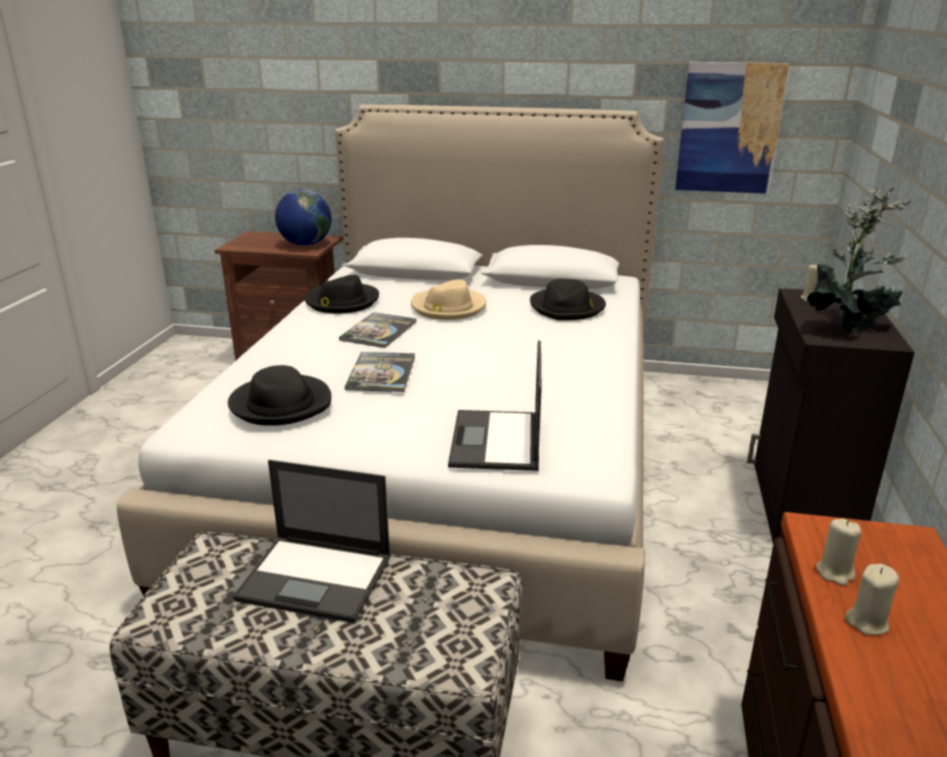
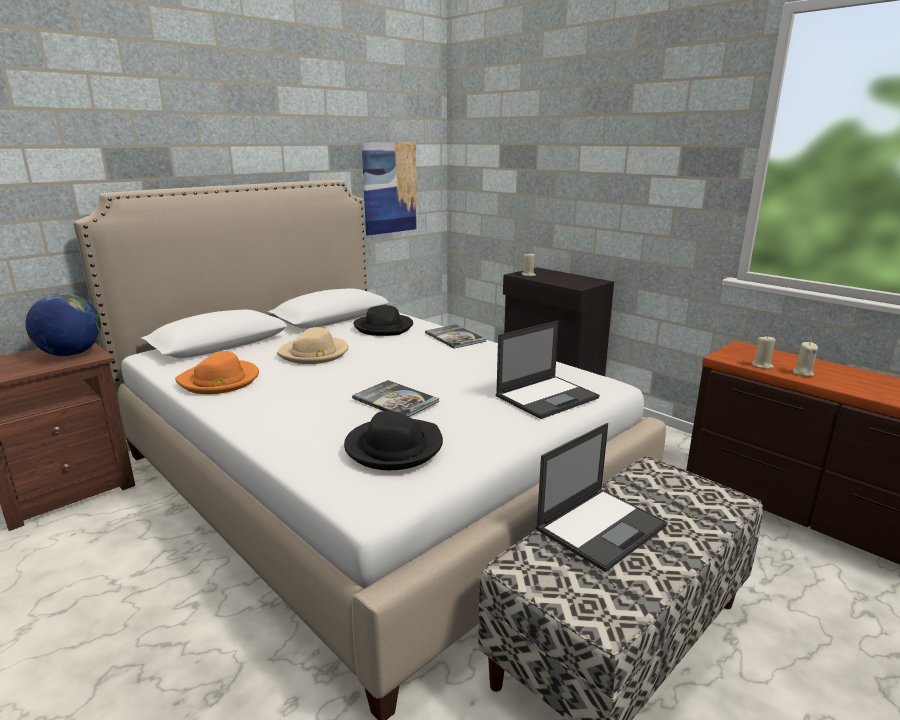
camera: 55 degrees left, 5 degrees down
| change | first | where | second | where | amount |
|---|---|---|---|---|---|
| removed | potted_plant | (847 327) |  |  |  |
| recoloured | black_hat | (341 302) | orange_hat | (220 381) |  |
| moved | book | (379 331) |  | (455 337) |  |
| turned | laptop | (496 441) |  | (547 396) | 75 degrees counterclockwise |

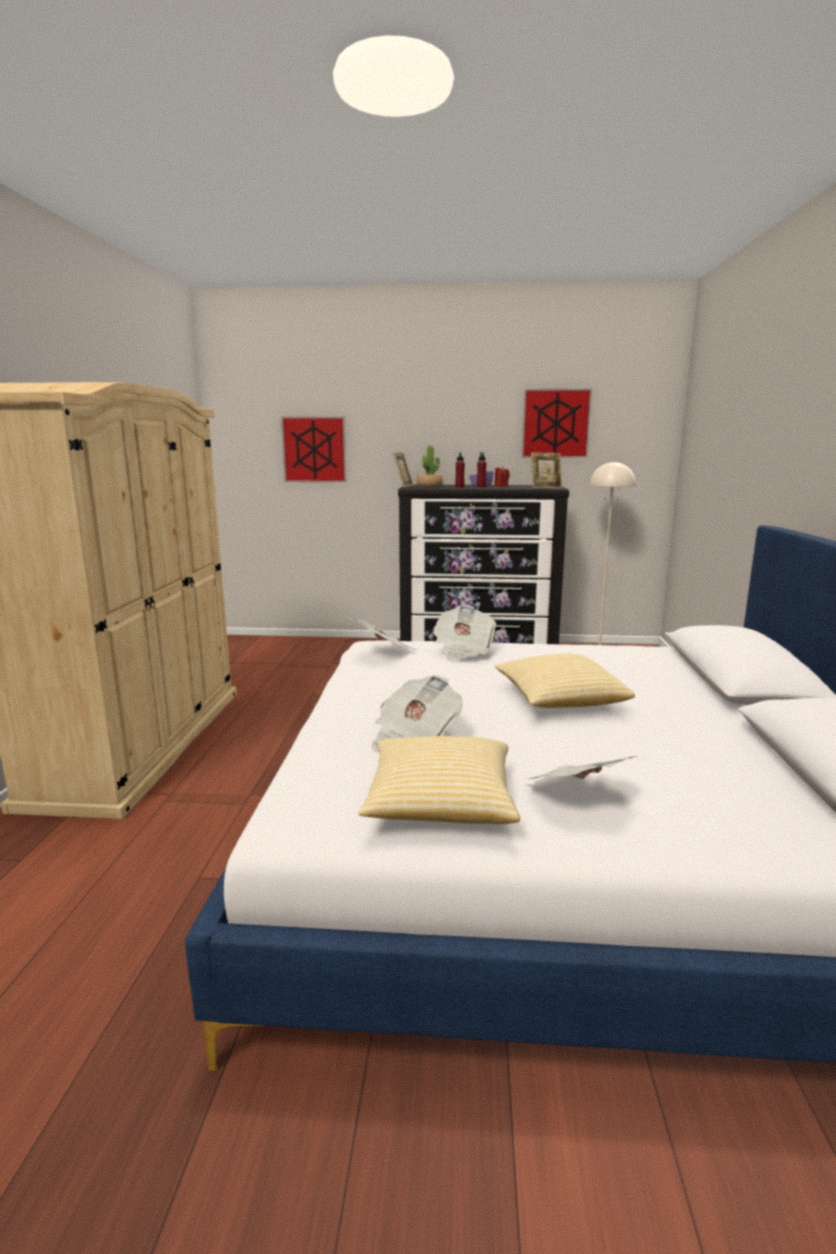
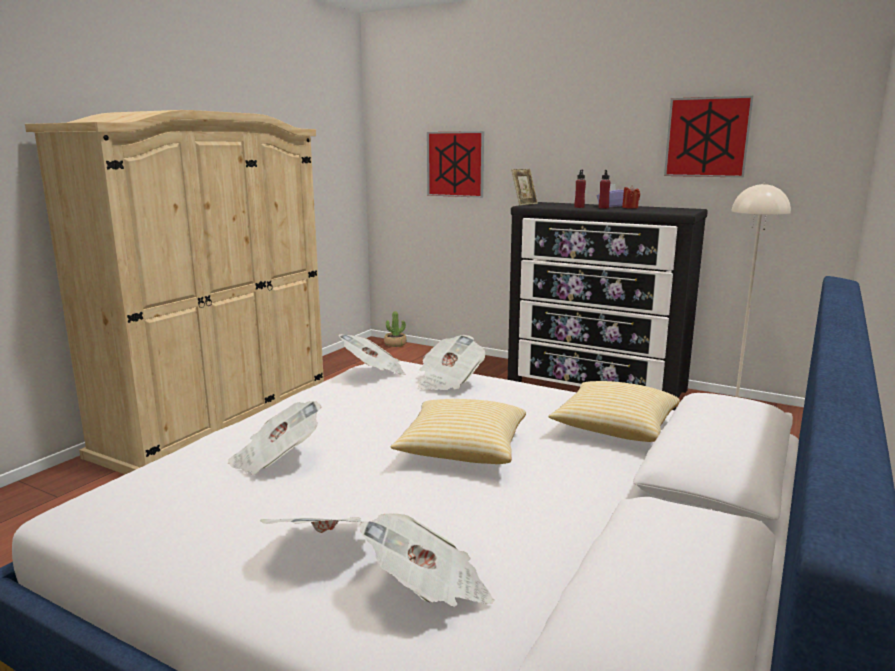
camera: 25 degrees right, 0 degrees up
| change | first | where | second | where | amount |
|---|---|---|---|---|---|
| moved | potted_plant | (430 486) |  | (395 344) |  |
| removed | picture_frame | (545 488) |  |  |  |
| moved | pillow | (440 803) |  | (615 428) |  |
| added |  |  | newspaper | (429 590) |  |

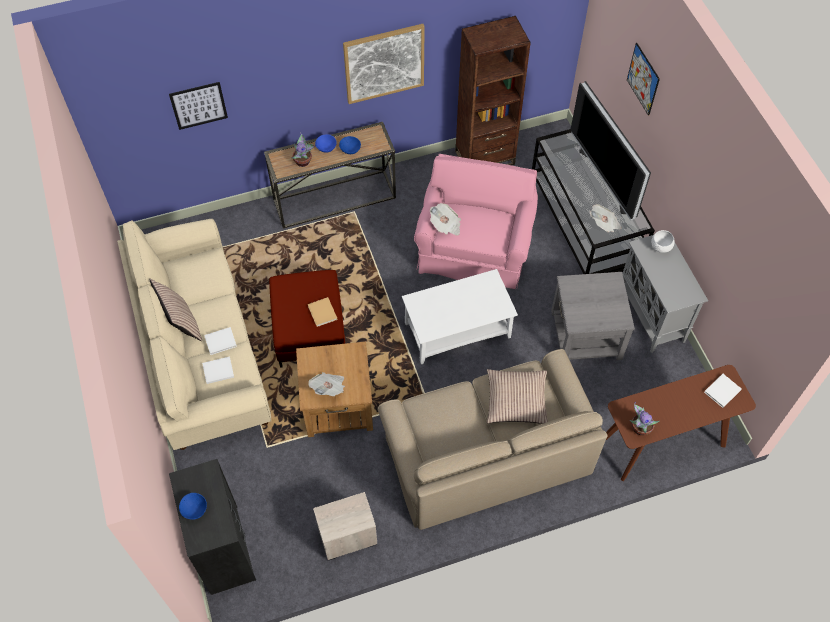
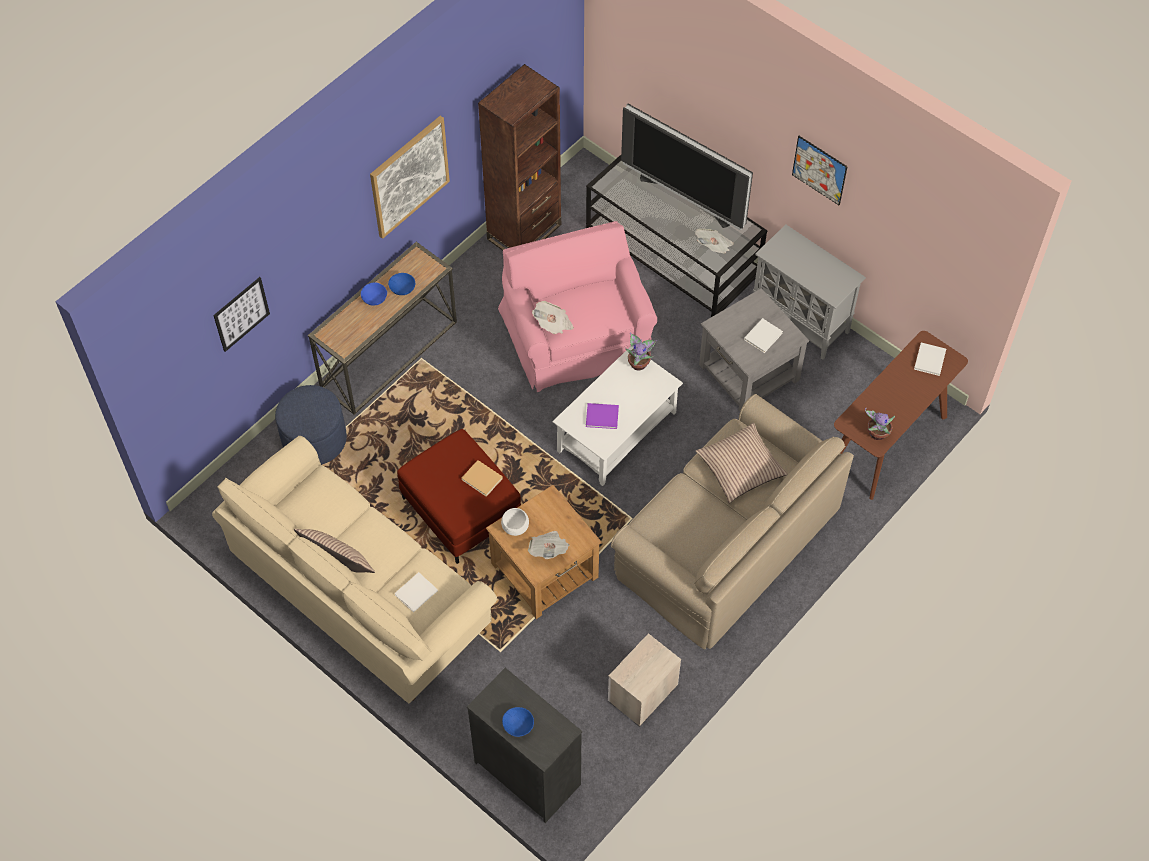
camera: 30 degrees left, 0 degrees up
| change | first | where | second | where | amount |
|---|---|---|---|---|---|
| moved | picture | (643 79) |  | (819 170) |  |
| moved | potted_plant | (303 161) |  | (639 363) |  |
| moved | white_bowl | (661 248) |  | (516 528) |  |
| moved | white_book | (221 341) |  | (763 335) |  |
| added |  |  | blue_ottoman | (314 439) |  |
| added |  |  | purple_book | (603 417) |  |

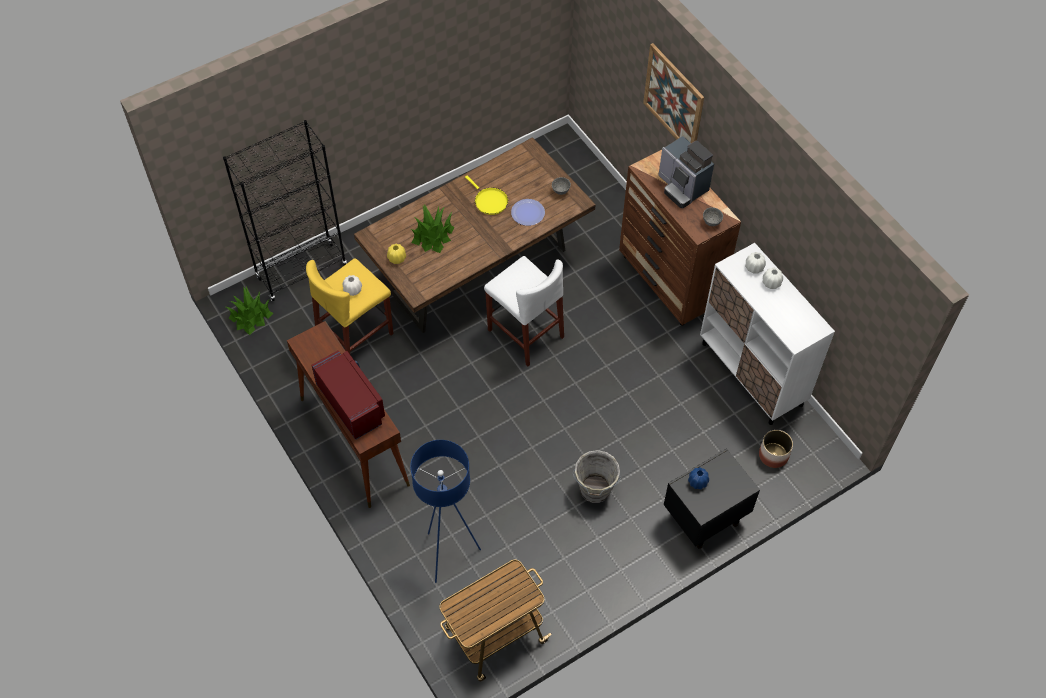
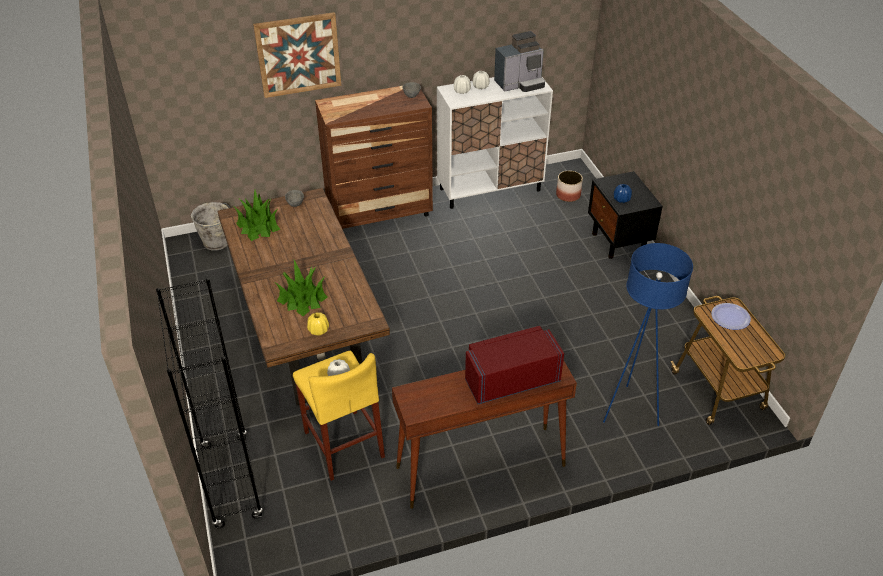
camera: 75 degrees left, 15 degrees down
| change | first | where | second | where | amount |
|---|---|---|---|---|---|
| moved | coffee_machine | (682 187) |  | (520 84) |  |
| removed | yellow_frying_pan | (489 201) |  |  |  |
| moved | plate | (528 213) |  | (730 317) |  |
| removed | white_stool | (525 333) |  |  |  |
| moved | potted_plant | (250 316) |  | (258 226) |  |
| moved | grey_bucket | (594 490) |  | (217 242) |  |

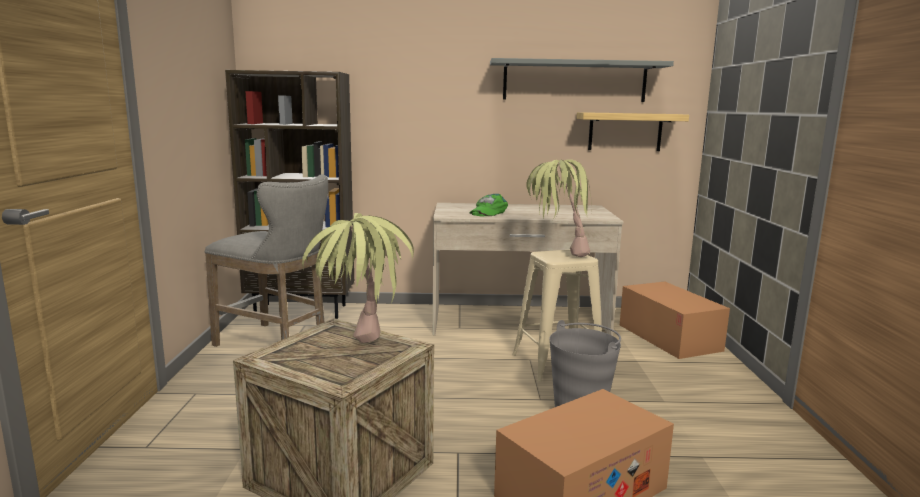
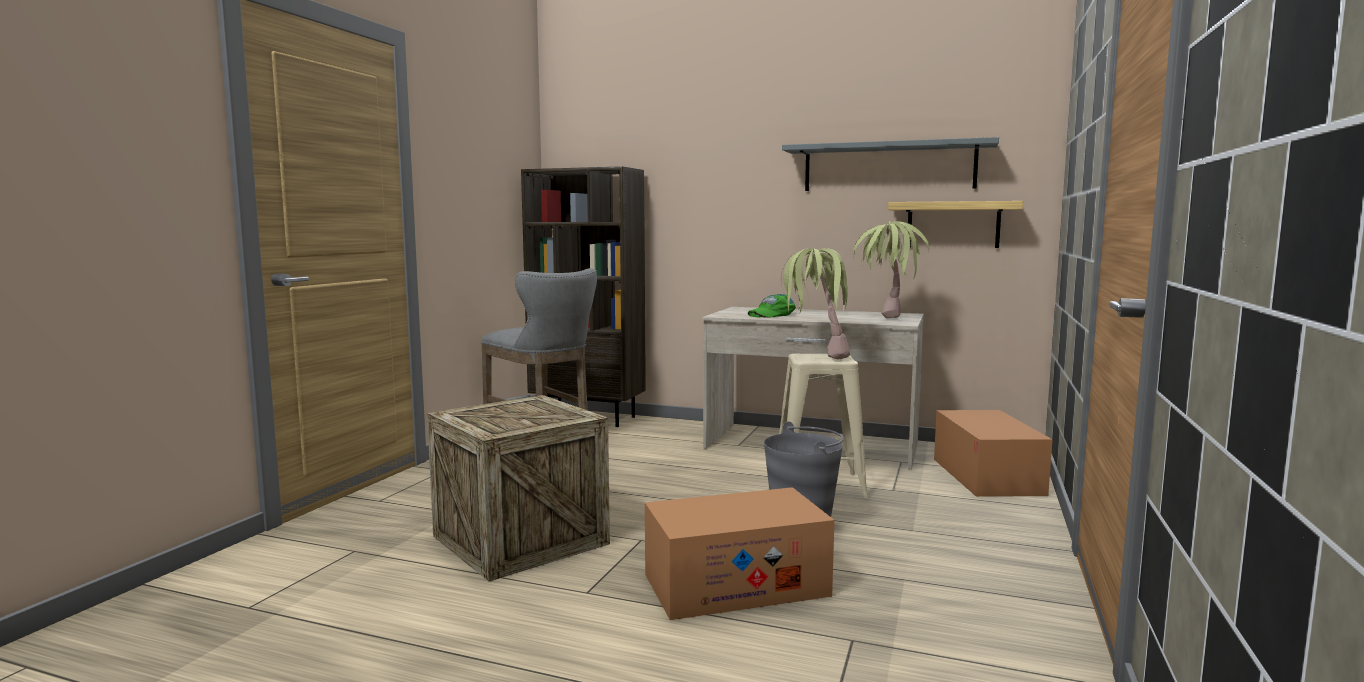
camera: 20 degrees right, 5 degrees down
| change | first | where | second | where | amount |
|---|---|---|---|---|---|
| moved | potted_plant | (359 353) |  | (887 320) |  |

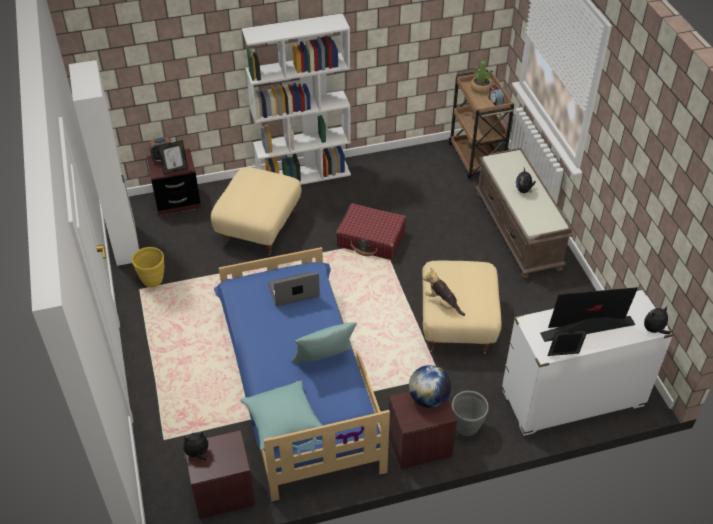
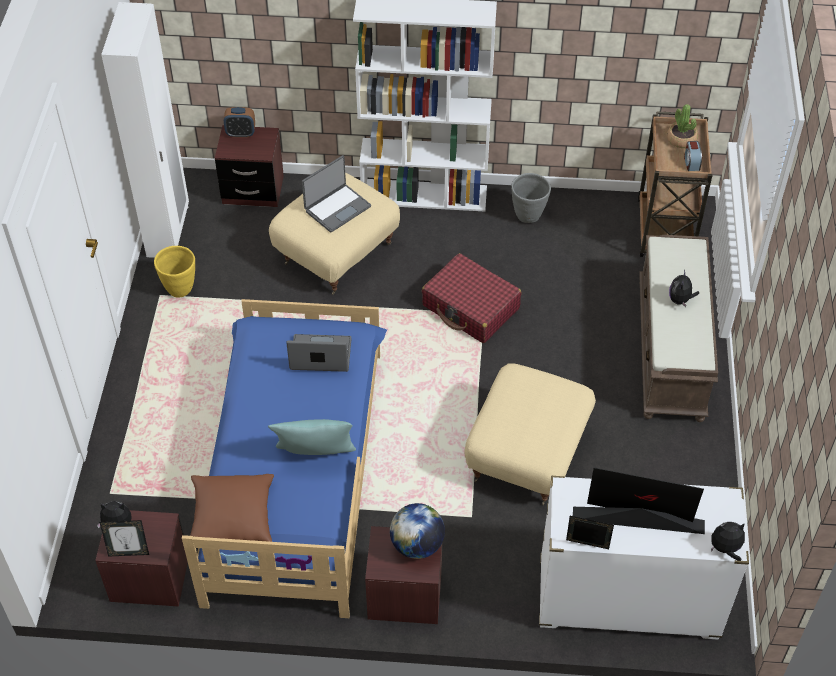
camera: 20 degrees right, 5 degrees up
| change | first | where | second | where | amount |
|---|---|---|---|---|---|
| moved | picture_frame | (175 170) |  | (129 552) |  |
| removed | plush_toy | (442 303) |  |  |  |
| recoloured | turquoise_pillow | (282 421) | brown_pillow | (232 517) |  |
| moved | grey_planter | (467 427) |  | (528 215) |  |
| added |  |  | laptop | (337 208) |  |

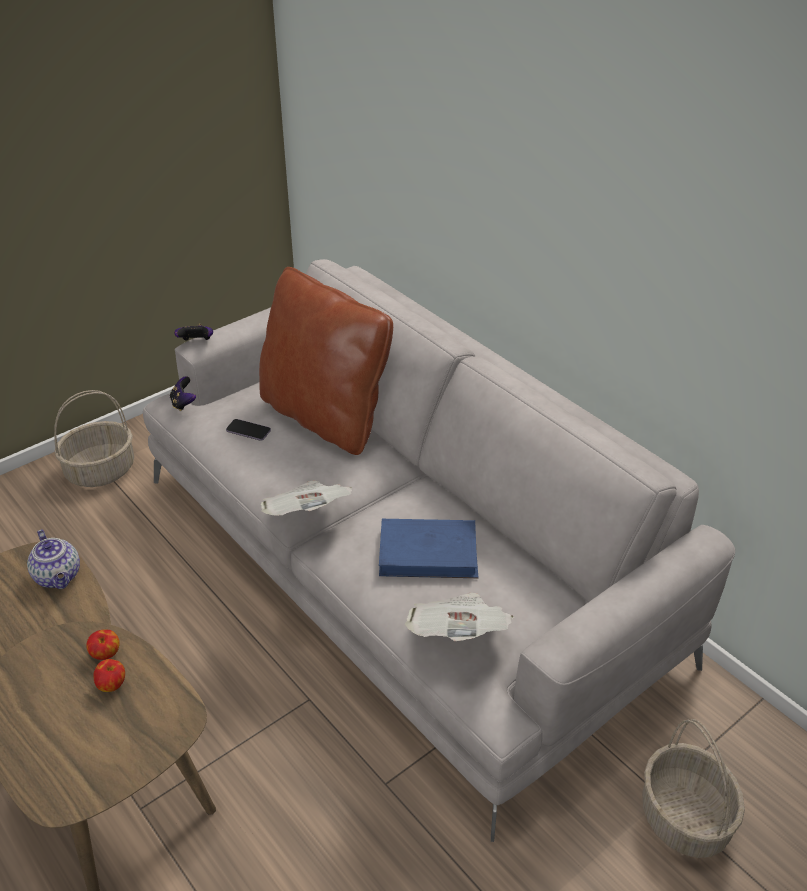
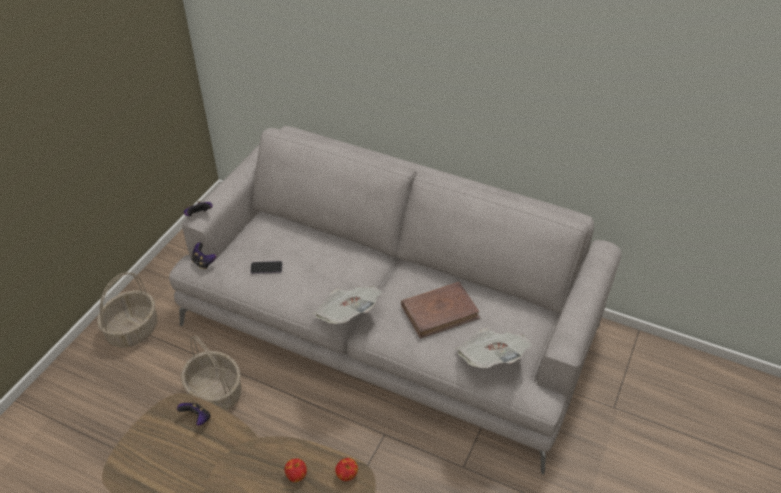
camera: 25 degrees left, 5 degrees up
| change | first | where | second | where | amount |
|---|---|---|---|---|---|
| removed | brown_pillow | (325 417) |  |  |  |
| recoloured | blue_book | (428 552) | brown_book | (440 312) |  |
| replaced | teapot | (59 577) | game_controller | (197 418) |  |
| moved | apple | (106 654) |  | (347 475) |  |
| moved | basket | (685 818) |  | (216 393) |  |

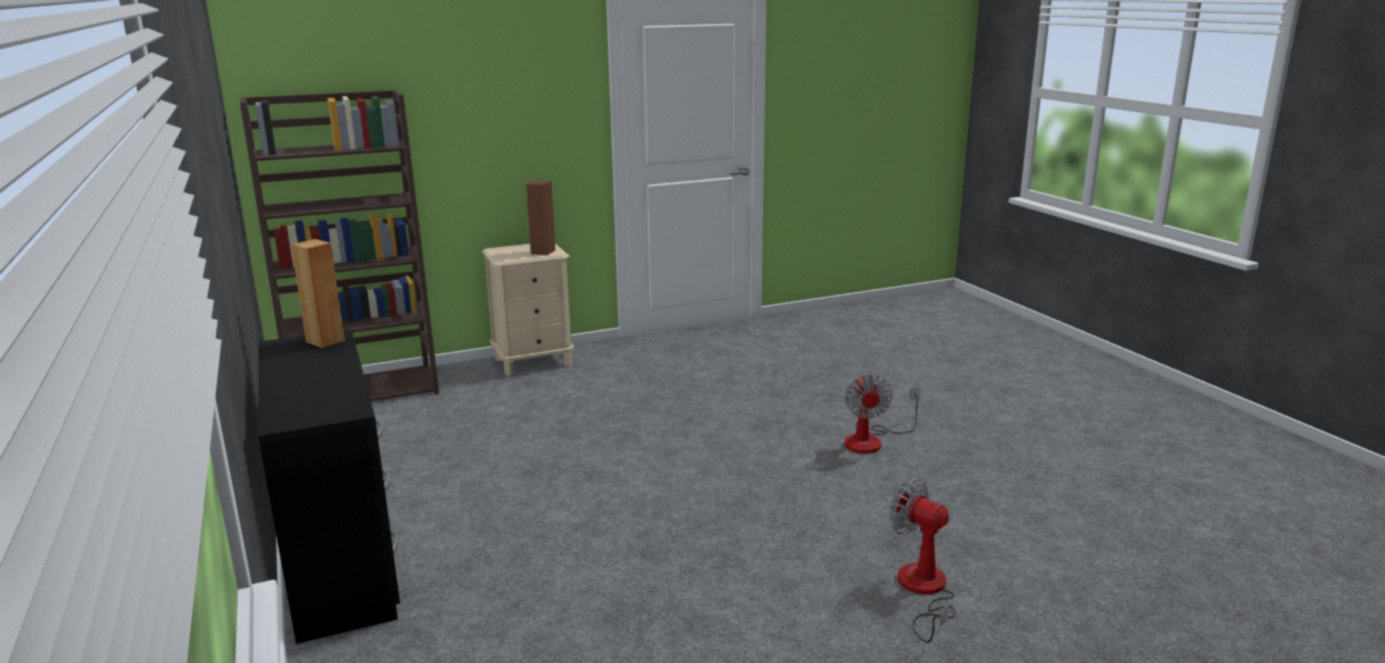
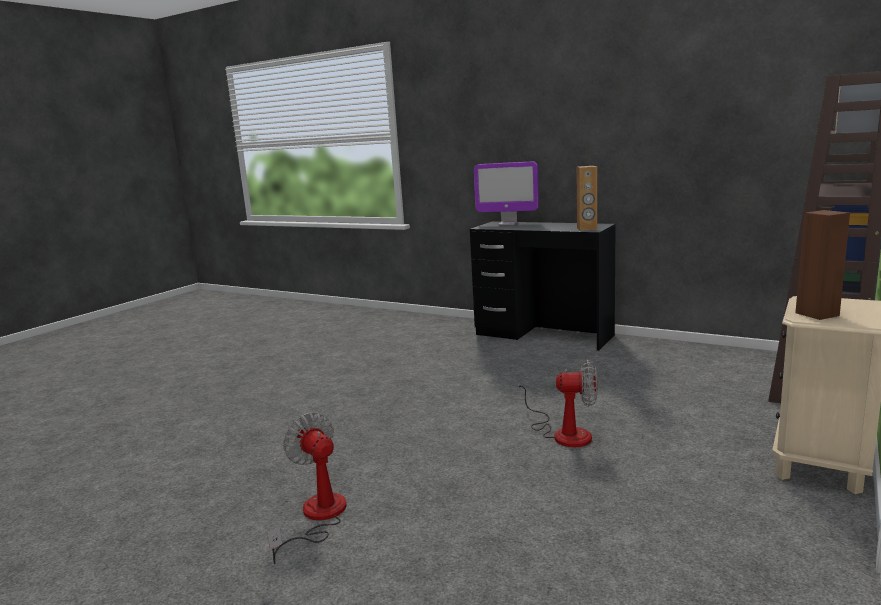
camera: 145 degrees right, 5 degrees down
| change | first | where | second | where | amount |
|---|---|---|---|---|---|
| moved | fan | (923 591) |  | (563 433) |  |
| added |  |  | monitor | (507 223) |  |

